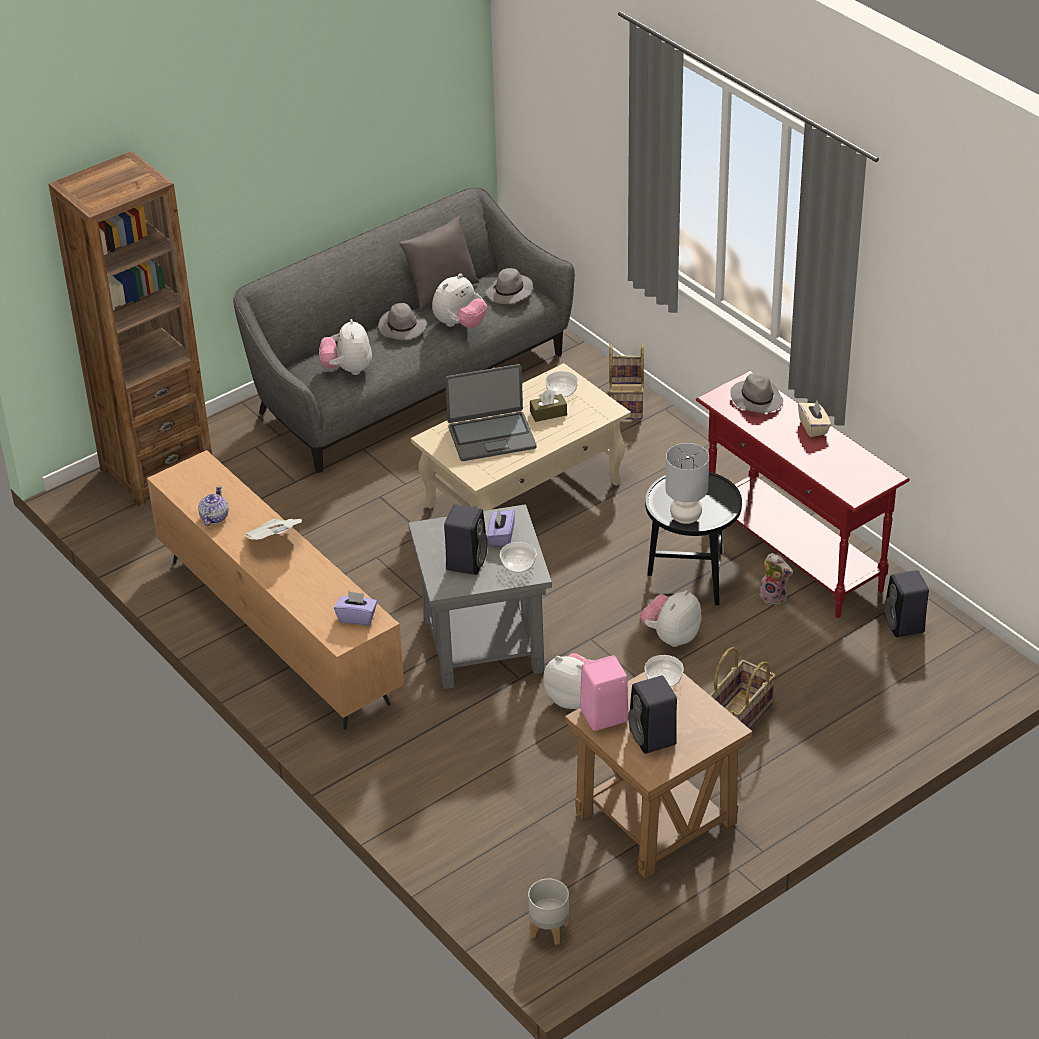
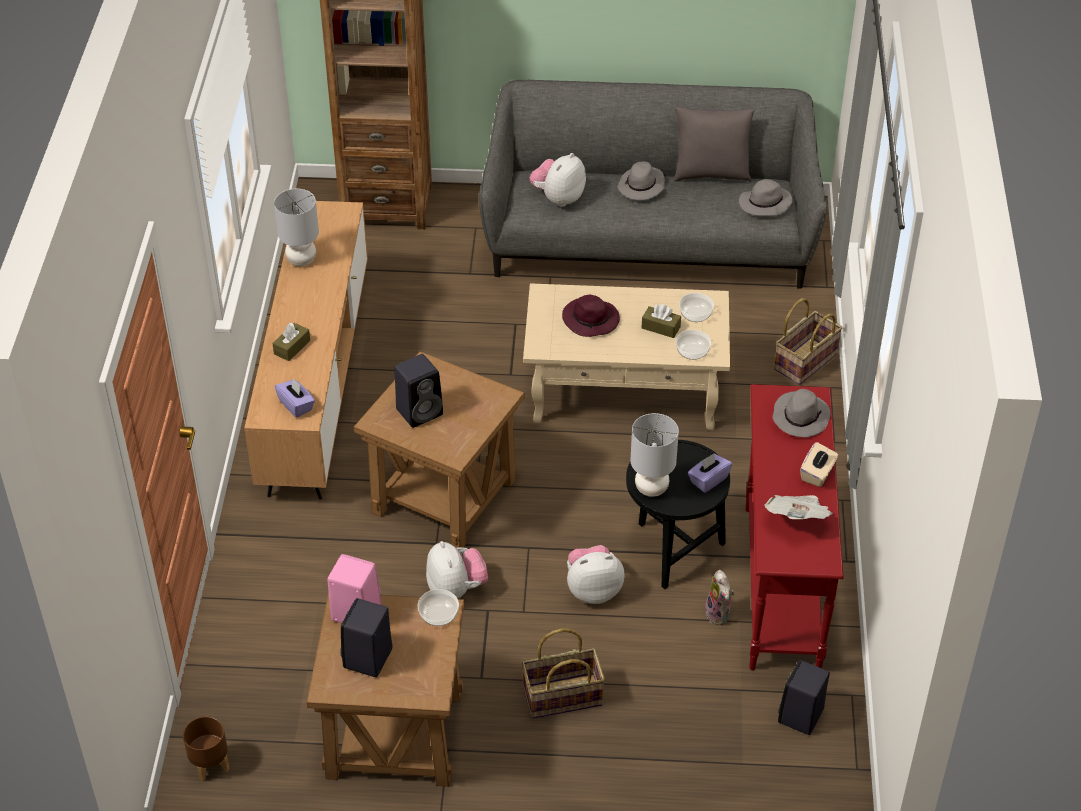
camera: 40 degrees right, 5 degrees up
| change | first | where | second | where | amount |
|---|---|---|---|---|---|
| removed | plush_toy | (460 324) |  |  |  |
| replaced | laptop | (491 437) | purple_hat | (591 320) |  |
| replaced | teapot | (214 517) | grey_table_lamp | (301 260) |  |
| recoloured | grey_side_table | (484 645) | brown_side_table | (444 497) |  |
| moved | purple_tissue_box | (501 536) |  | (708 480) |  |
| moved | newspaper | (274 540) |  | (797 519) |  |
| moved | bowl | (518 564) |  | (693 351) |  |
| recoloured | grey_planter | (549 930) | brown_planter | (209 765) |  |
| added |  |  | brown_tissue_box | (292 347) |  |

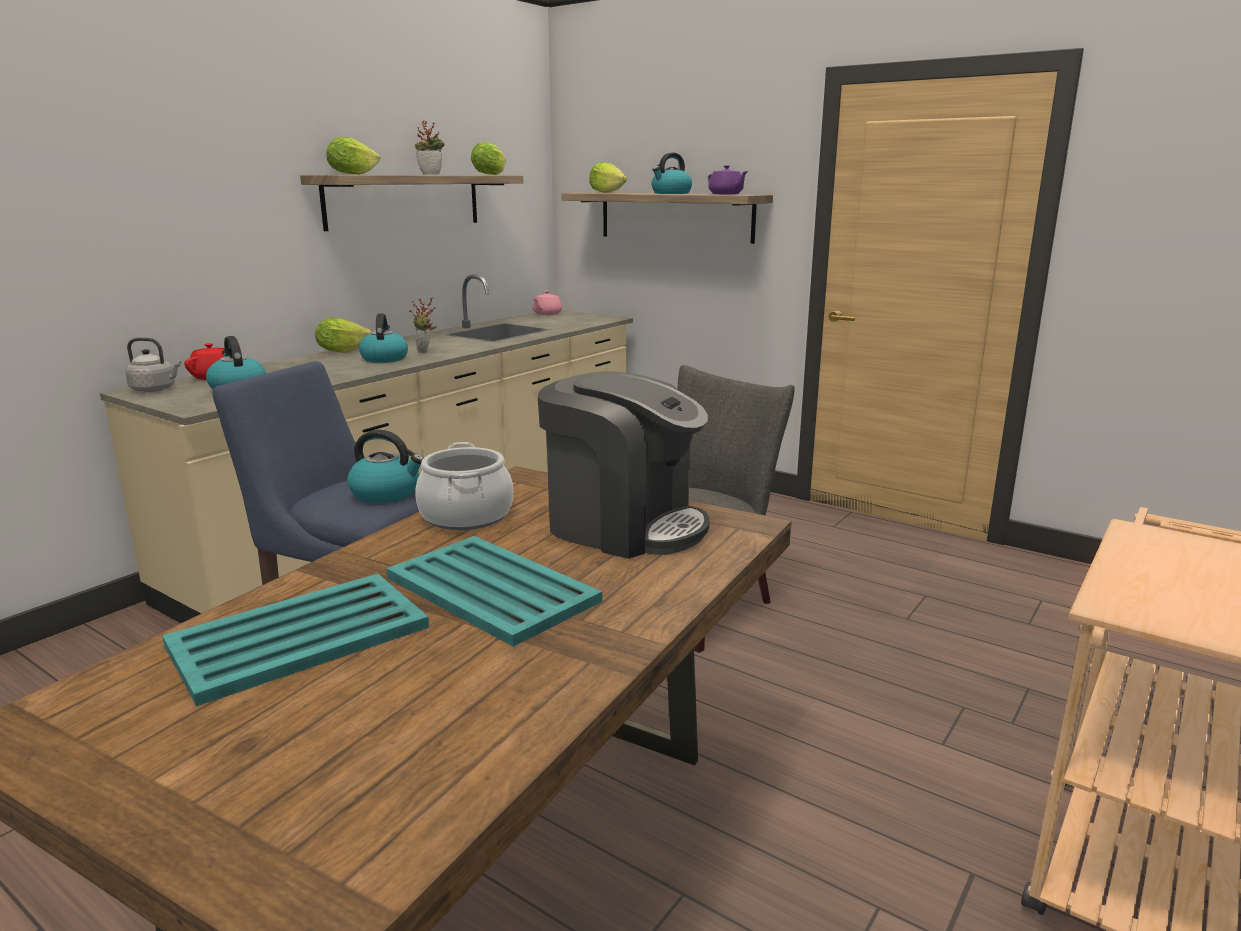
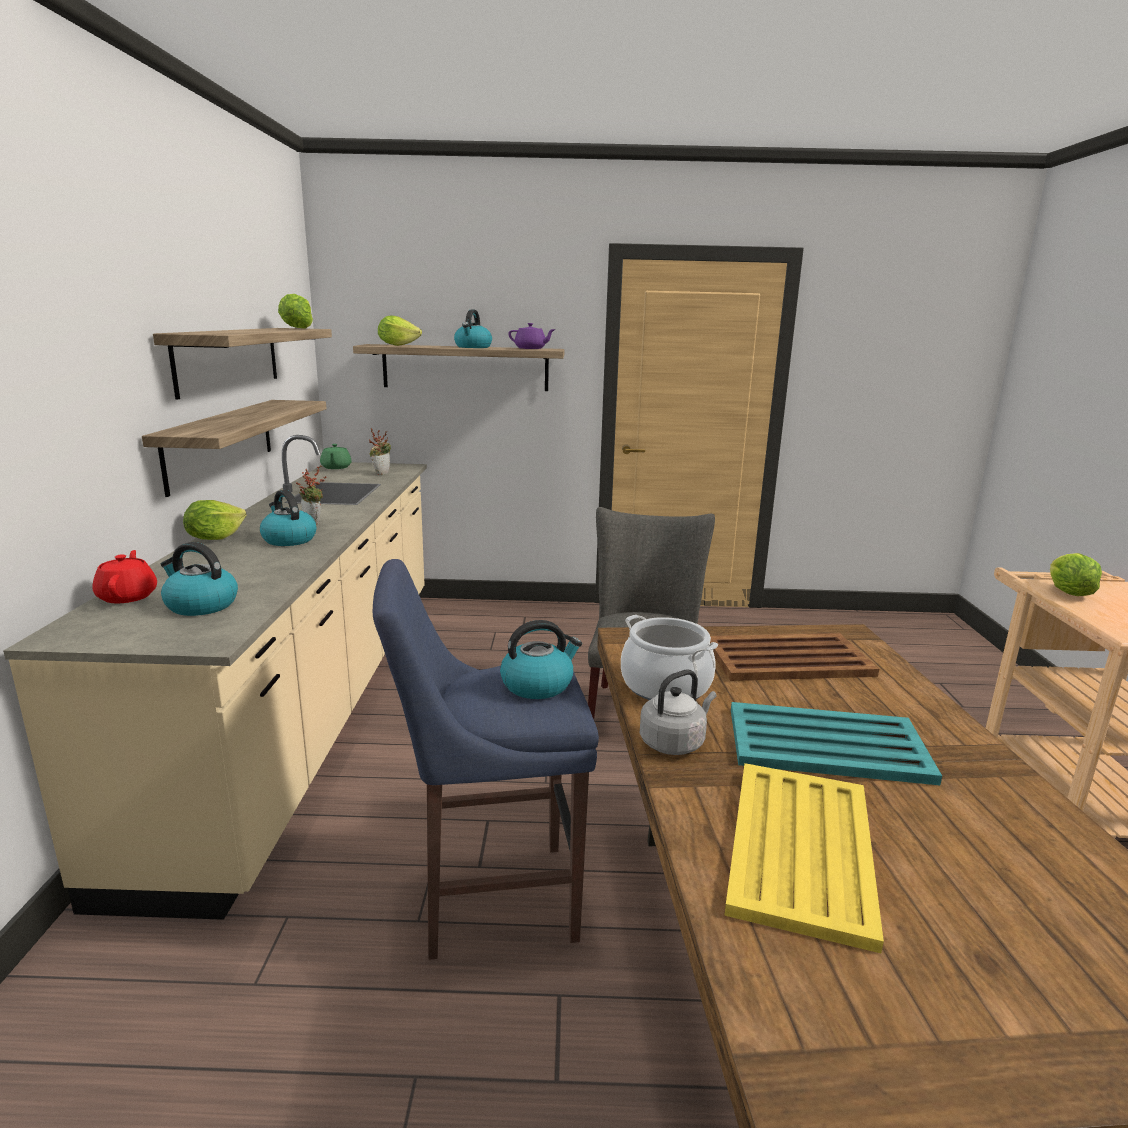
camera: 35 degrees left, 0 degrees up
| change | first | where | second | where | amount |
|---|---|---|---|---|---|
| moved | potted_plant | (431 174) |  | (381 473) |  |
| moved | lettuce | (352 174) |  | (1067 593) |  |
| recoloured | pink_teapot | (546 314) | green_teapot | (336 467) |  |
| moved | grey_kettle | (155 389) |  | (674 742) |  |
| replaced | coffee_machine | (623 525) | brown_tray | (786 659) |  |
| recoloured | turquoise_tray | (302 636) | yellow_tray | (801 846) |  |
| added |  |  | shelf | (221 443) |  |

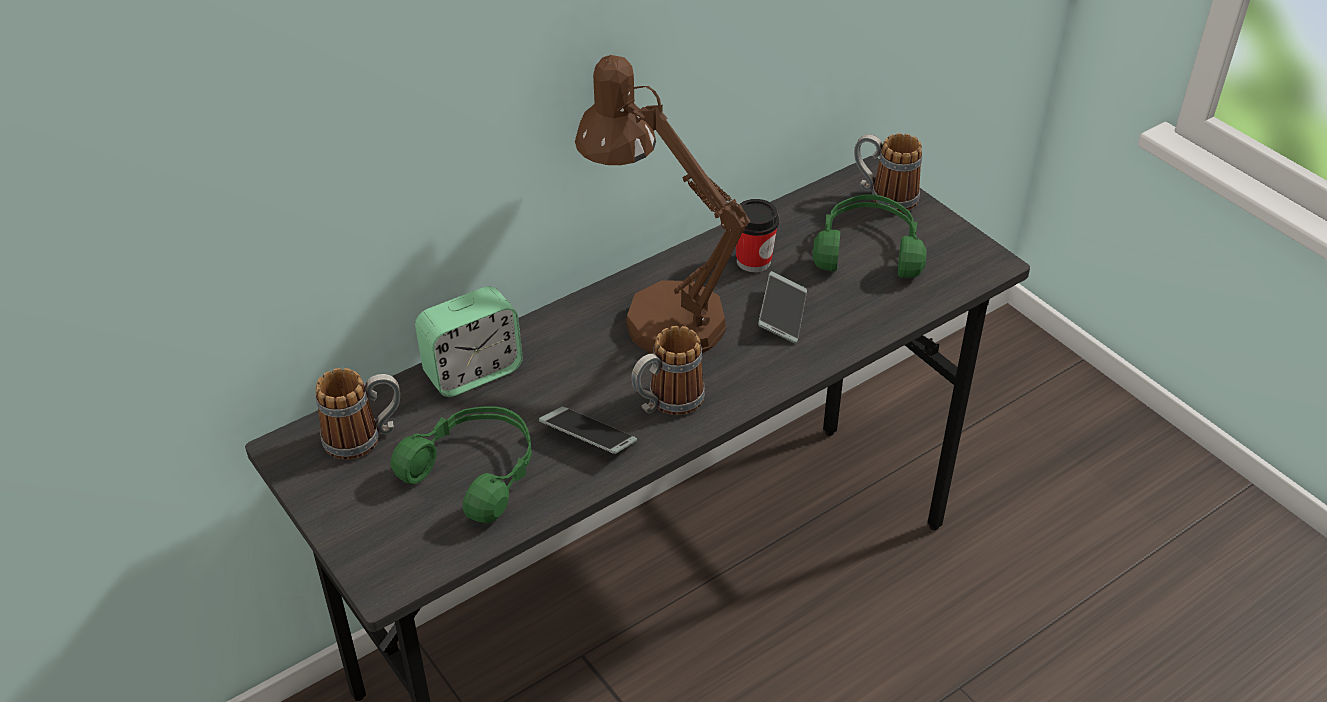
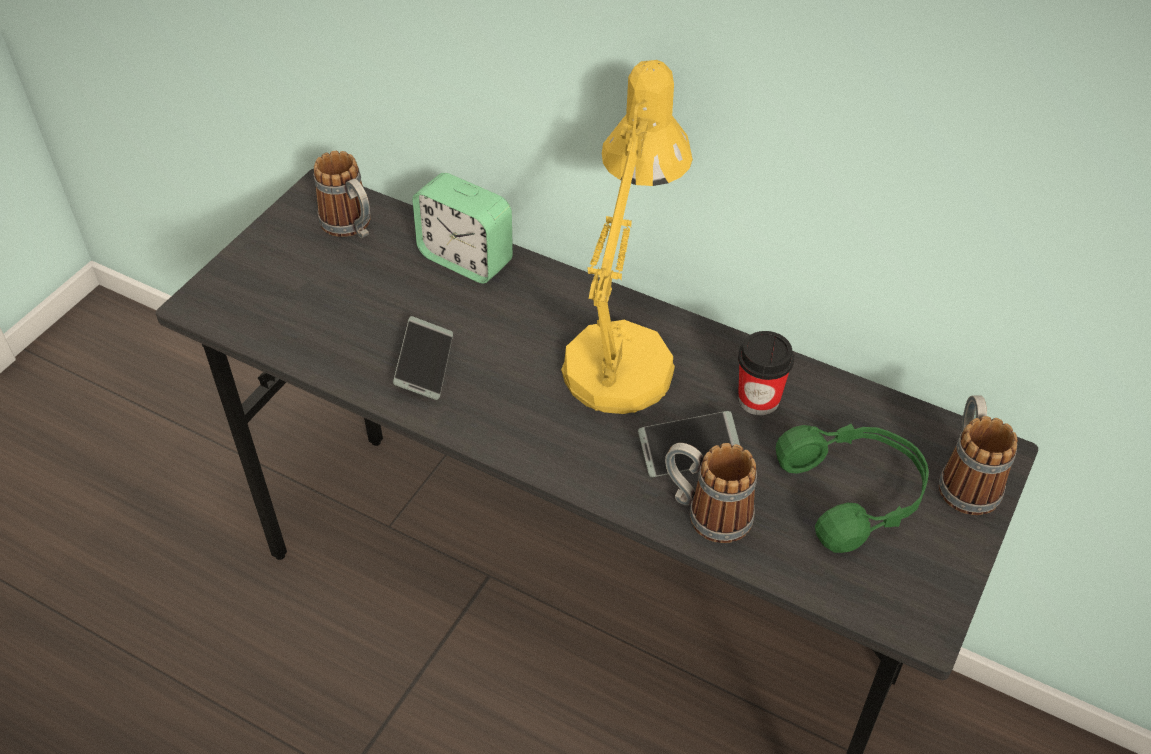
camera: 65 degrees right, 5 degrees up
| change | first | where | second | where | amount |
|---|---|---|---|---|---|
| recoloured | brown_table_lamp | (658 314) | yellow_table_lamp | (624 354) |  |
| moved | mug | (666 403) |  | (706 513) |  |
| removed | green_headphones | (476 471) |  |  |  |

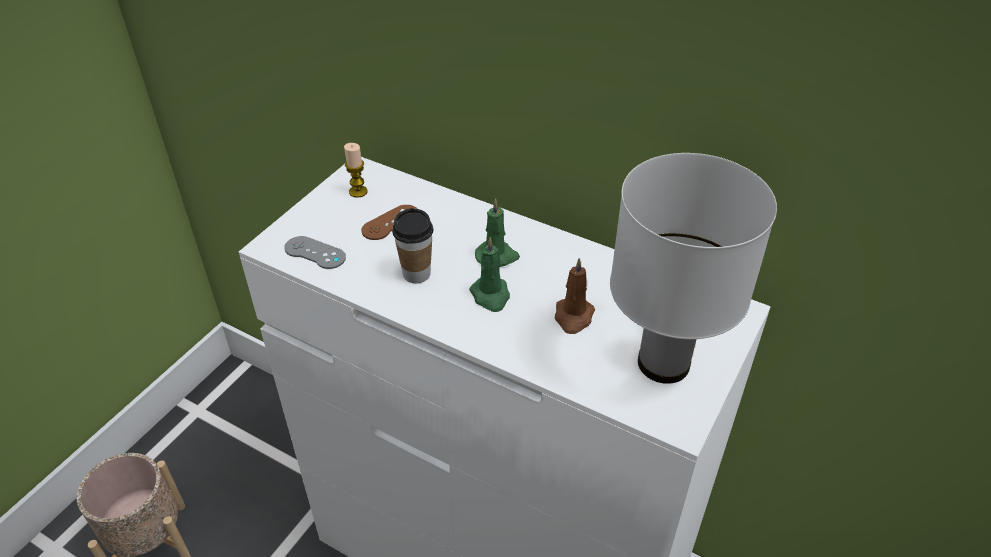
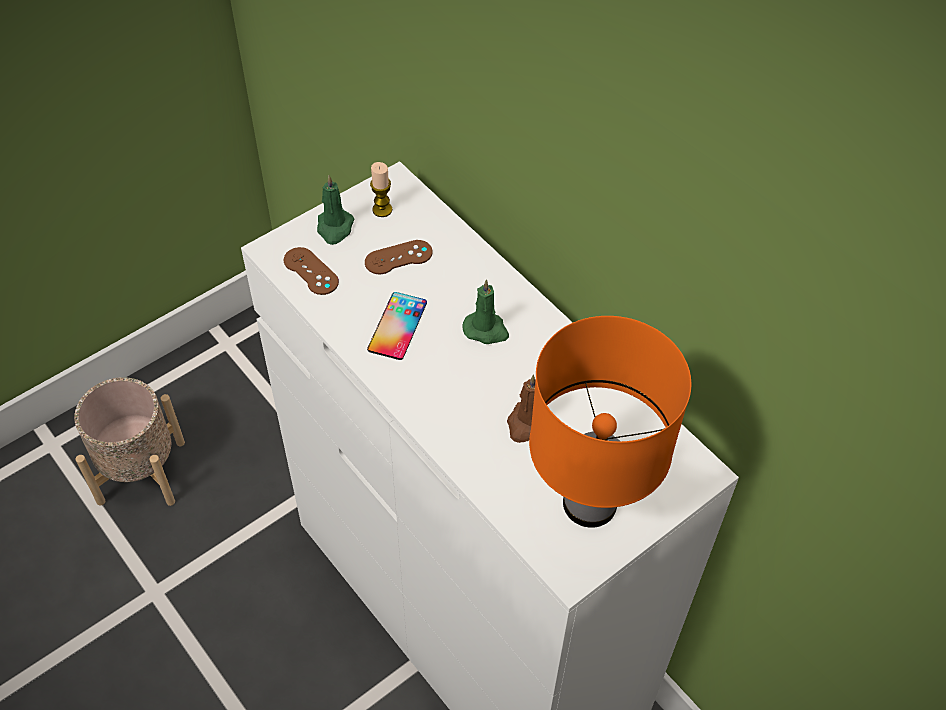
camera: 20 degrees right, 10 degrees up
| change | first | where | second | where | amount |
|---|---|---|---|---|---|
| recoloured | white_table_lamp | (664 364) | orange_table_lamp | (590 505) |  |
| replaced | cup | (416 274) | phone | (397 326) |  |
| recoloured | grey_game_controller | (315 253) | brown_game_controller | (311 271) |  |
| moved | green_candle | (491 296) |  | (335 228) |  |

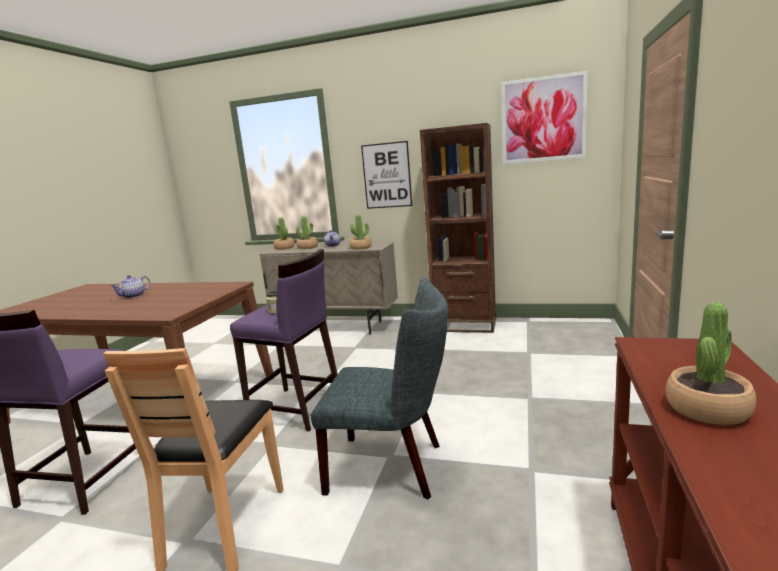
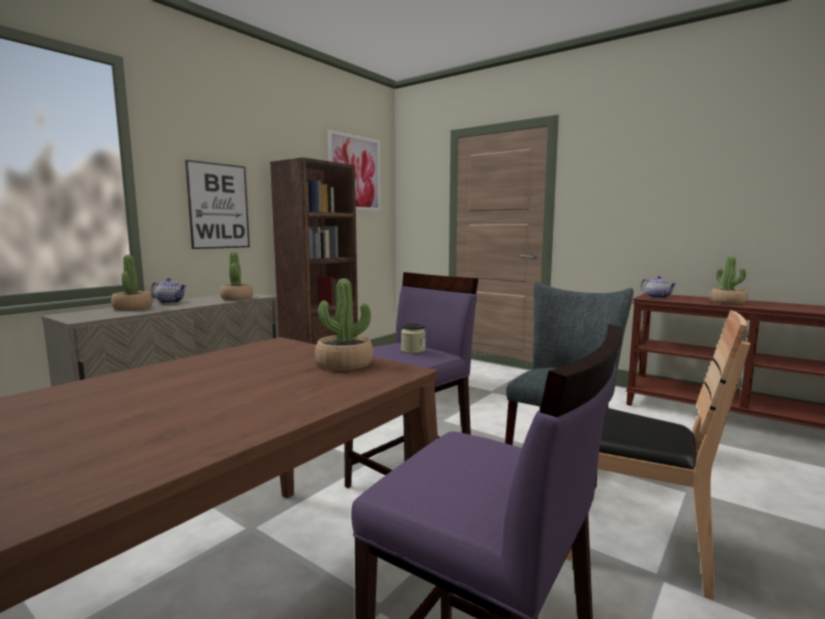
camera: 70 degrees left, 5 degrees down
| change | first | where | second | where | amount |
|---|---|---|---|---|---|
| moved | potted_plant | (284 248) |  | (344 364) |  |
| moved | teapot | (133 296) |  | (657 297) |  |

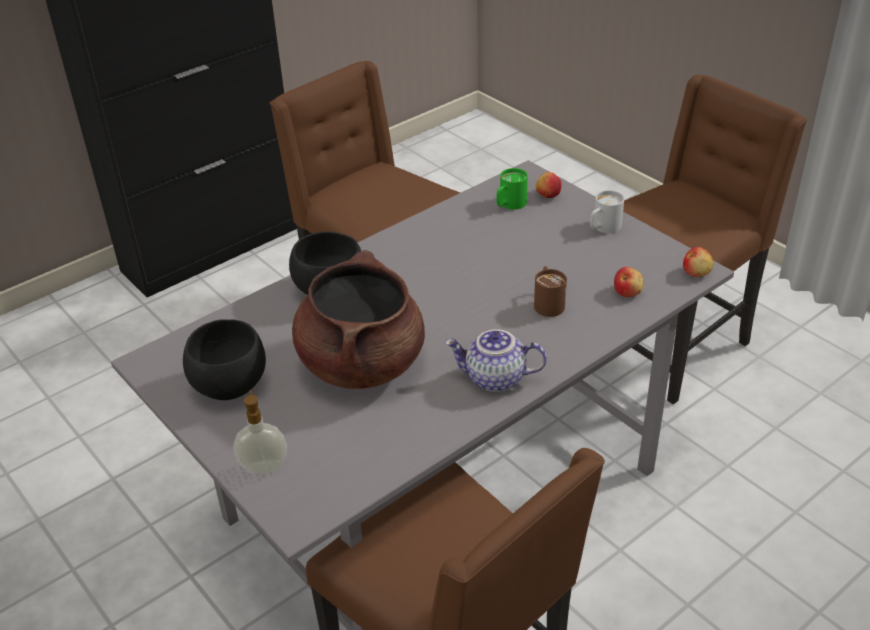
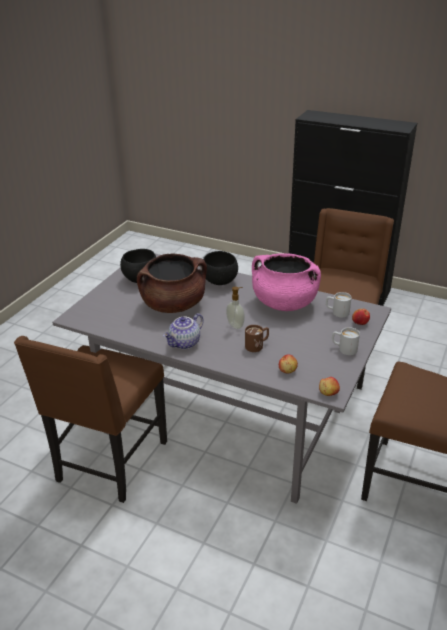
camera: 65 degrees right, 5 degrees down
| change | first | where | second | where | amount |
|---|---|---|---|---|---|
| recoloured | green_mug | (509 205) | white_mug | (337 312) |  |
| turned | teapot | (494 379) |  | (185 343) | 120 degrees counterclockwise |
| moved | soap_dispenser | (264 466) |  | (236 325) |  |
| added |  |  | pink_cooking_pot | (284 303) |  |

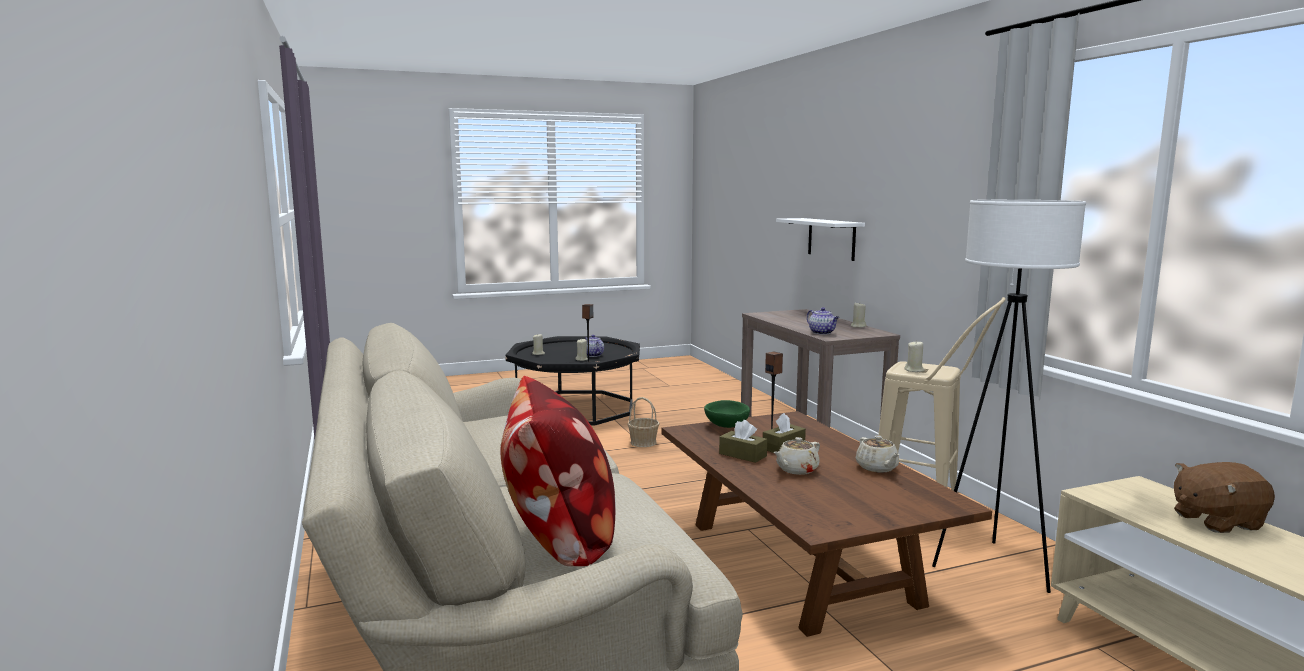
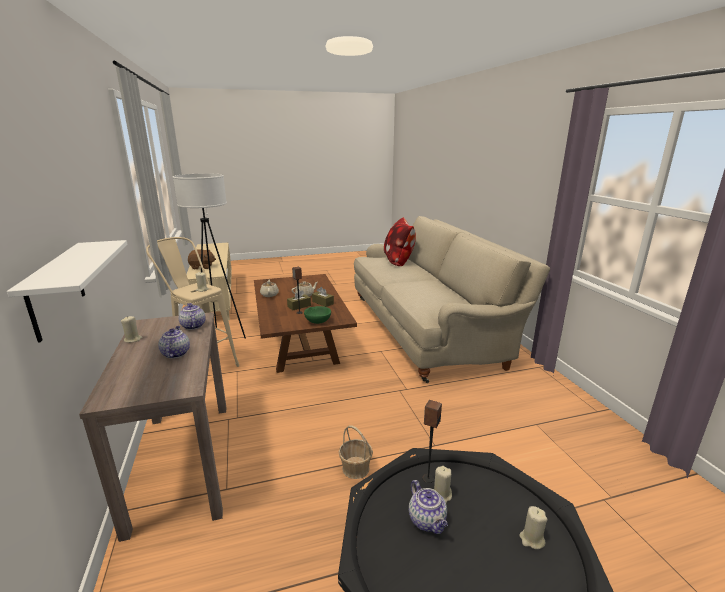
camera: 175 degrees left, 10 degrees up
| change | first | where | second | where | amount |
|---|---|---|---|---|---|
| added |  |  | teapot | (175 353) |  |

